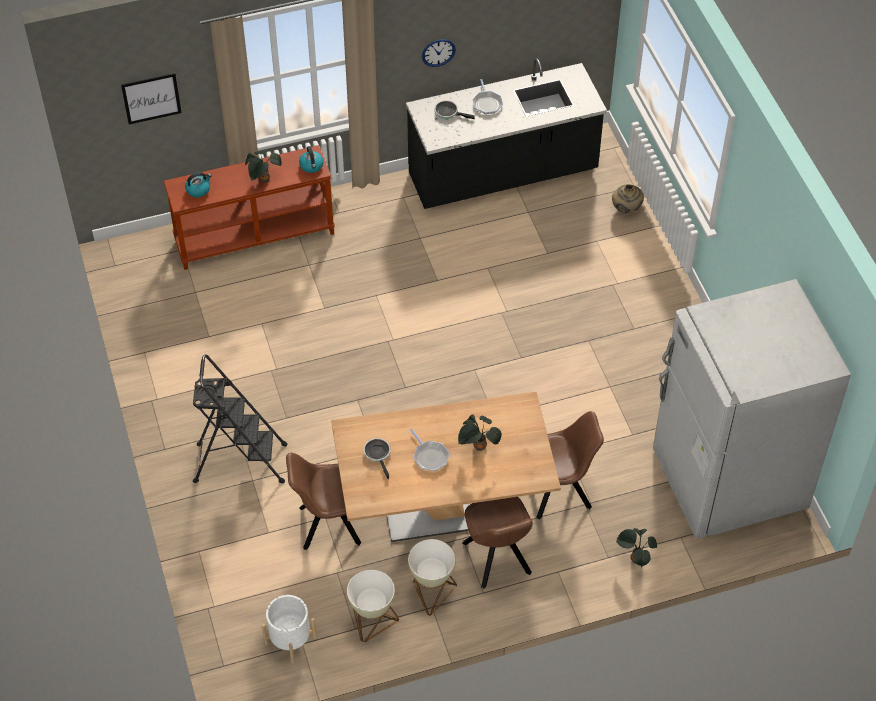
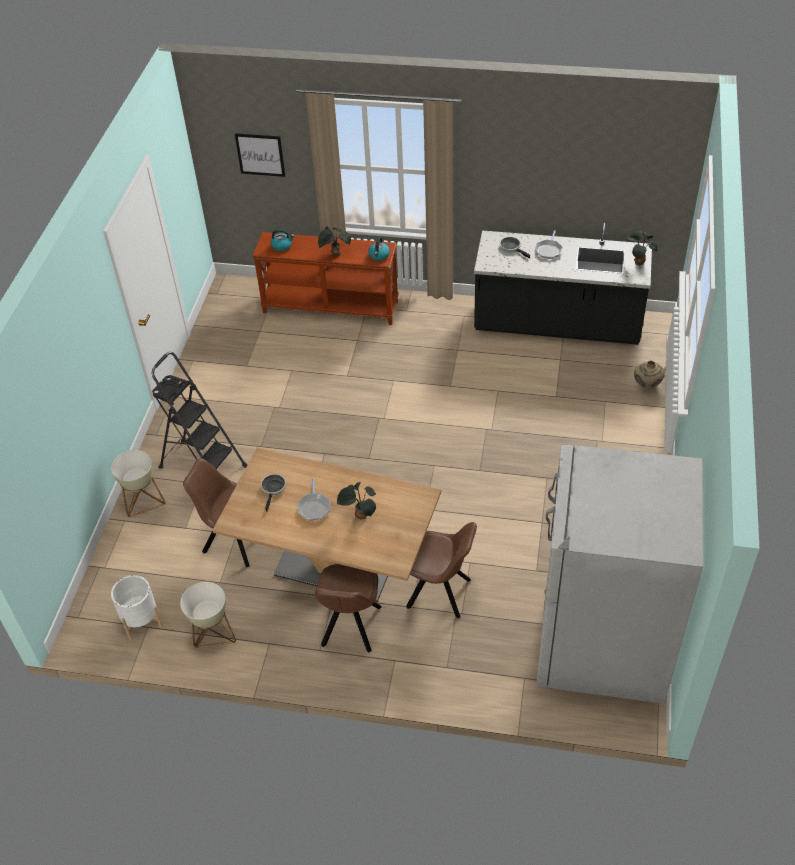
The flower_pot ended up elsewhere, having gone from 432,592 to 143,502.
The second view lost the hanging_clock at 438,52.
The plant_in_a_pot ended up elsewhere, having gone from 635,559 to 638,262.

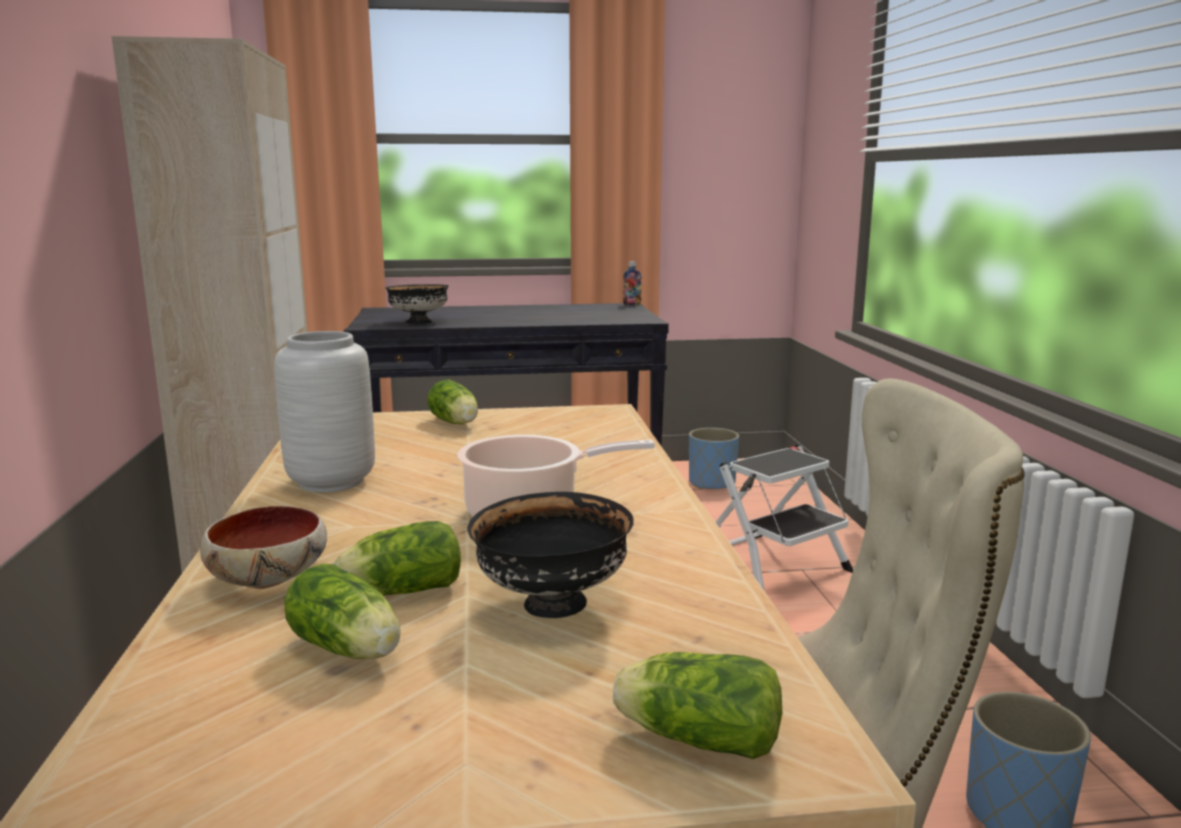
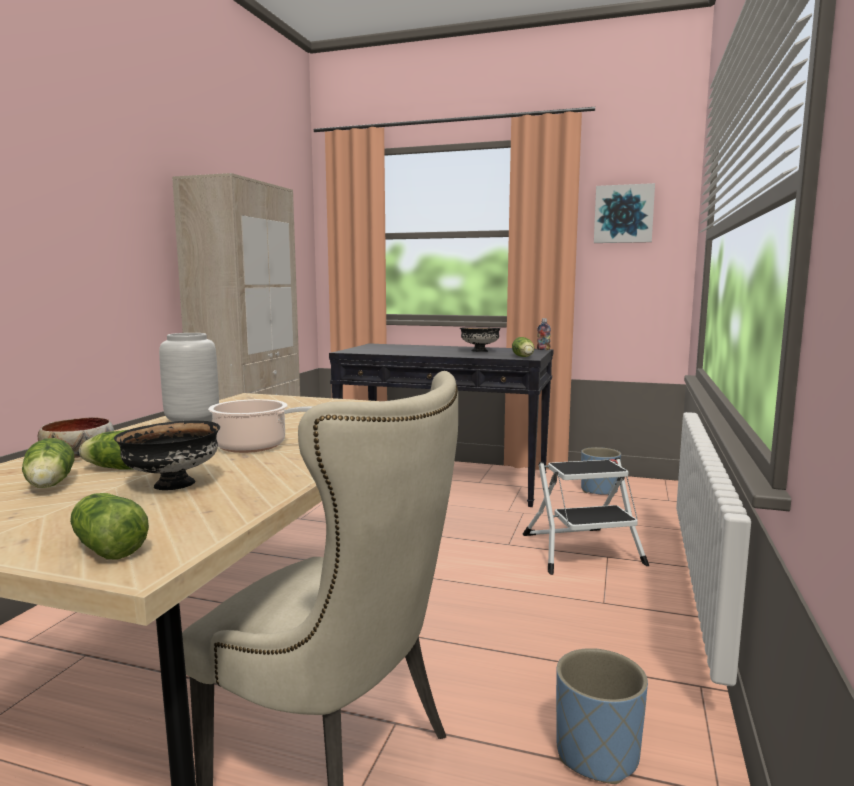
The blackish_deep_dish ended up elsewhere, having gone from 418,322 to 479,351.
The head_of_lettuce ended up elsewhere, having gone from 456,423 to 524,357.
The second view gained the wall_picture at 623,214.

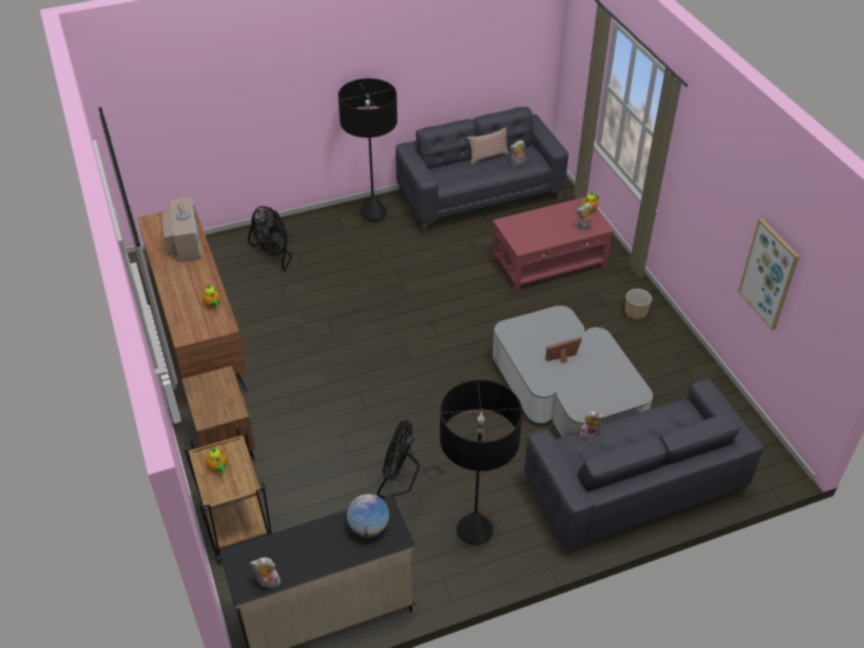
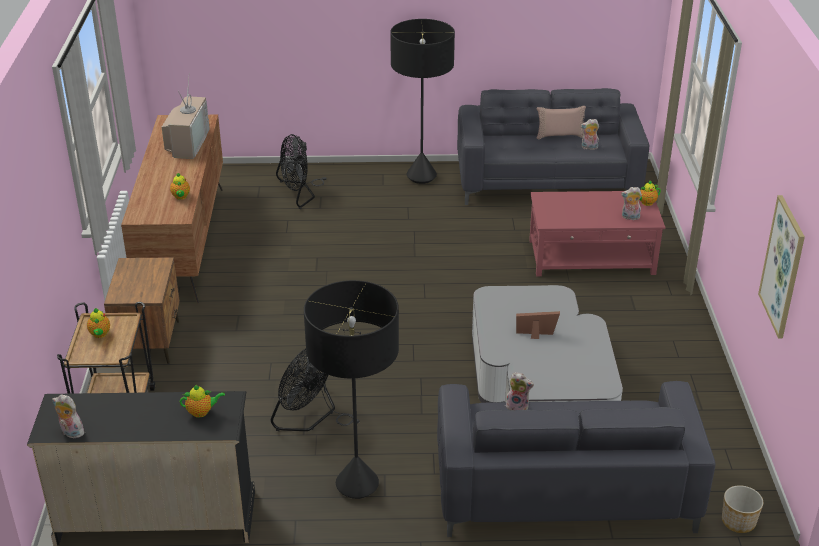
Where the globe stood at 368,528, the tea_pot came to stand at 202,412.
The flower_pot ended up elsewhere, having gone from 635,313 to 738,522.

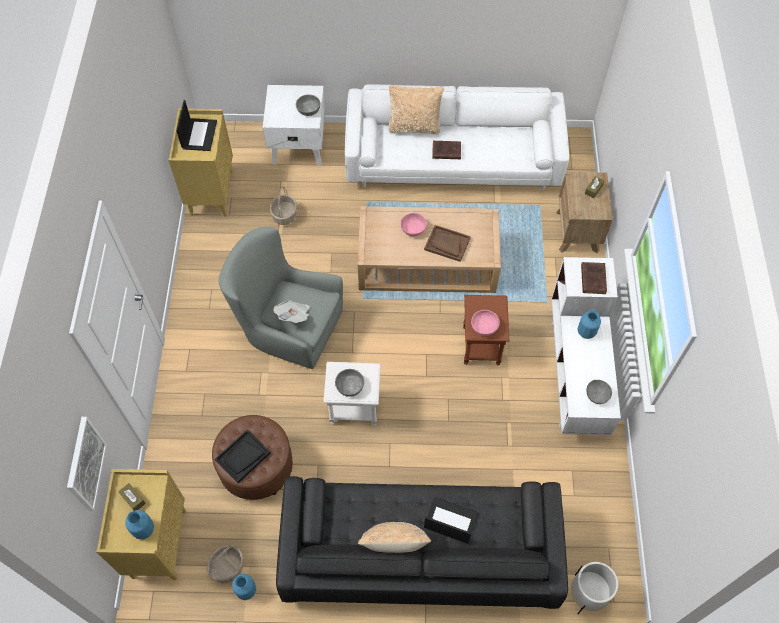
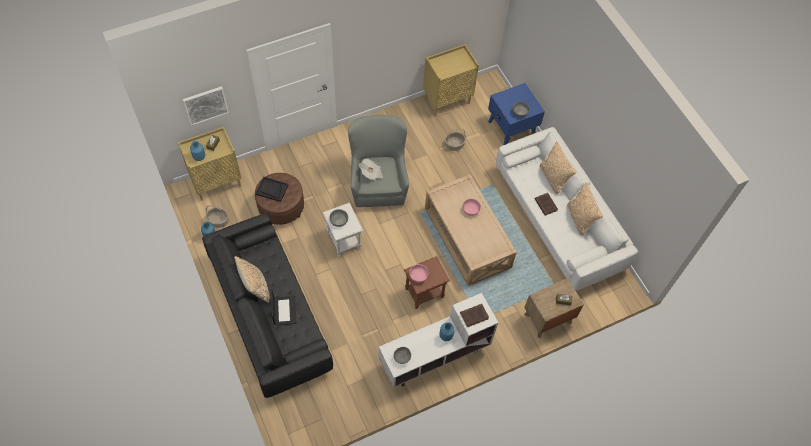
The second view lost the notebook_computer at 199,134.
What was the whitish_bedside_table at 299,145 turned into the bluish_bedside_table at 511,129.
The second view lost the brown_carrying_tray at 447,244.
The second view lost the whitish_flower_pot at 587,594.
The second view gained the sand-coloured_pillow at 579,219.

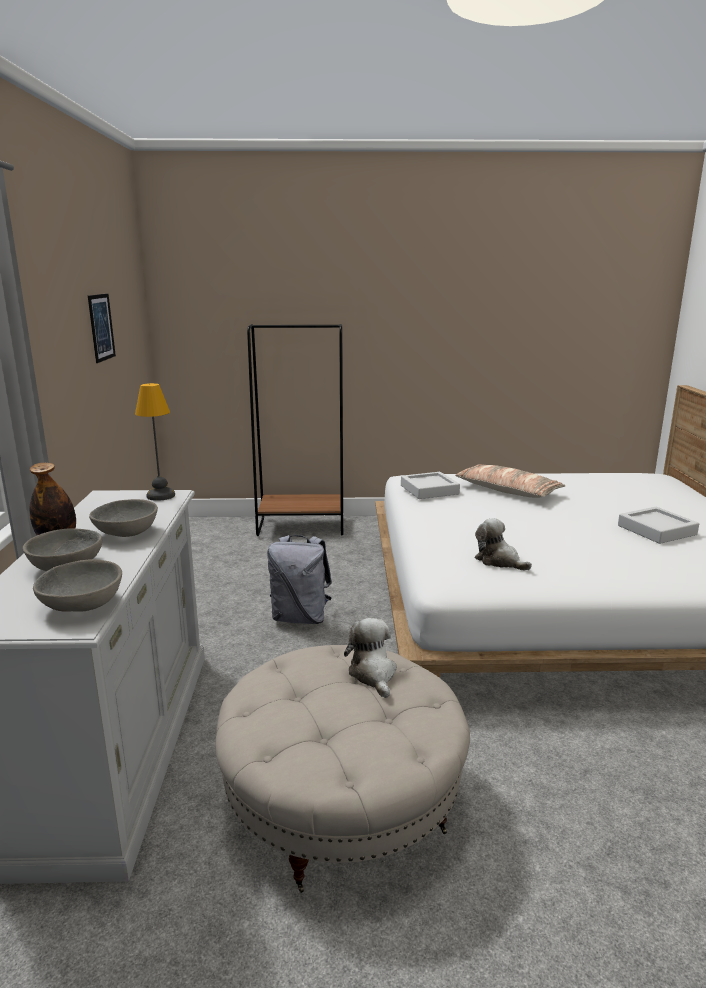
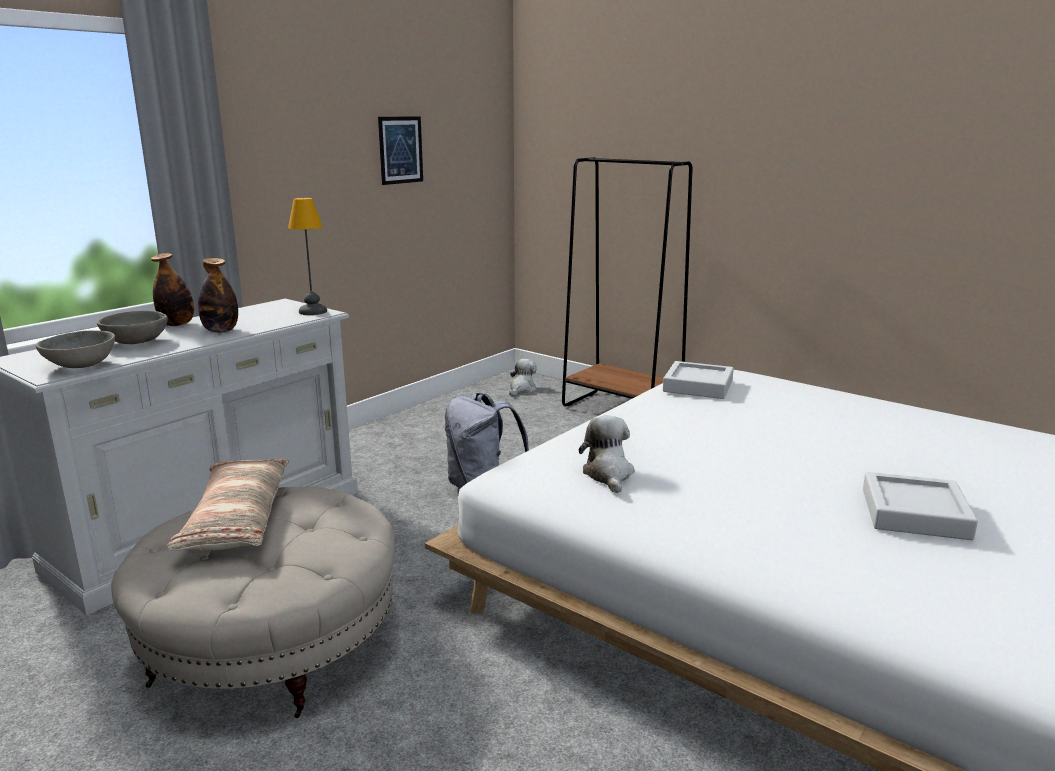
Where the gray_deep_dish stood at 125,533, the beverage_bottle came to stand at 220,331.
The soft_toy ended up elsewhere, having gone from 373,674 to 522,389.
The pillow ended up elsewhere, having gone from 507,491 to 237,519.

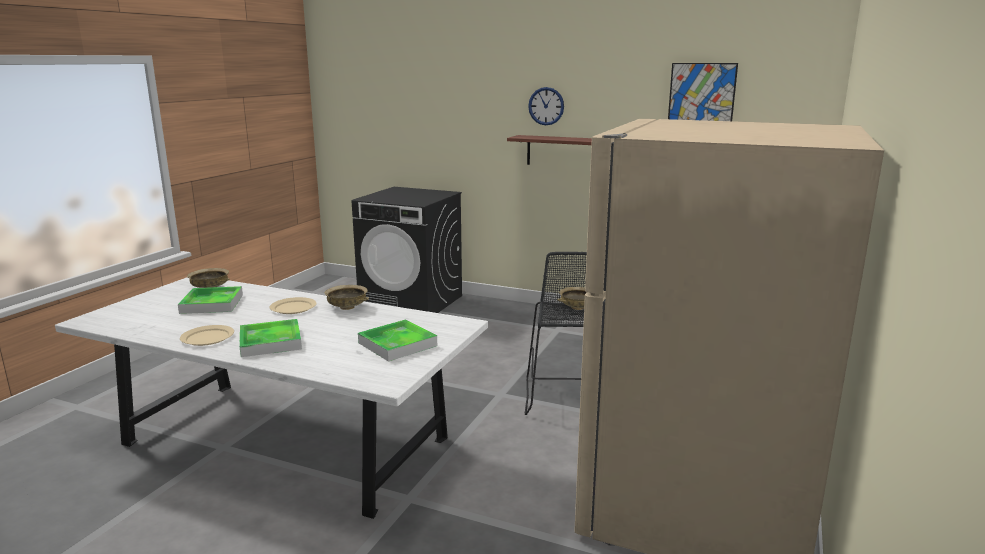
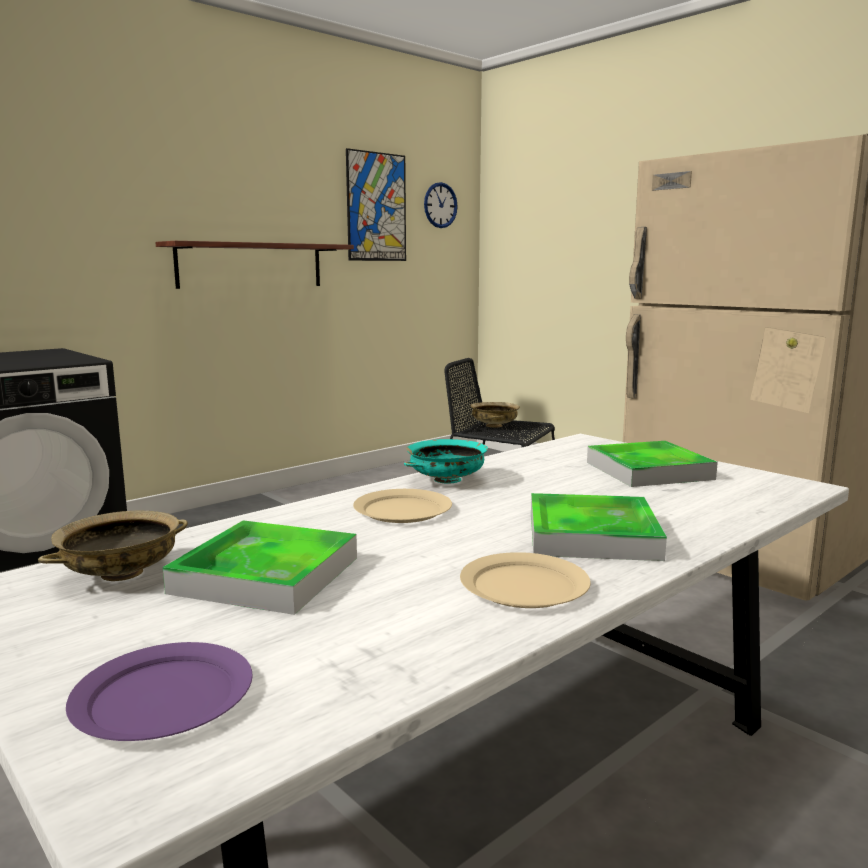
What was the sand-coloured_deep_dish at 346,307 turned into the turquoise-coloured_deep_dish at 446,480.
The hanging_clock ended up elsewhere, having gone from 546,106 to 440,205.
The second view gained the purple_plate at 162,697.

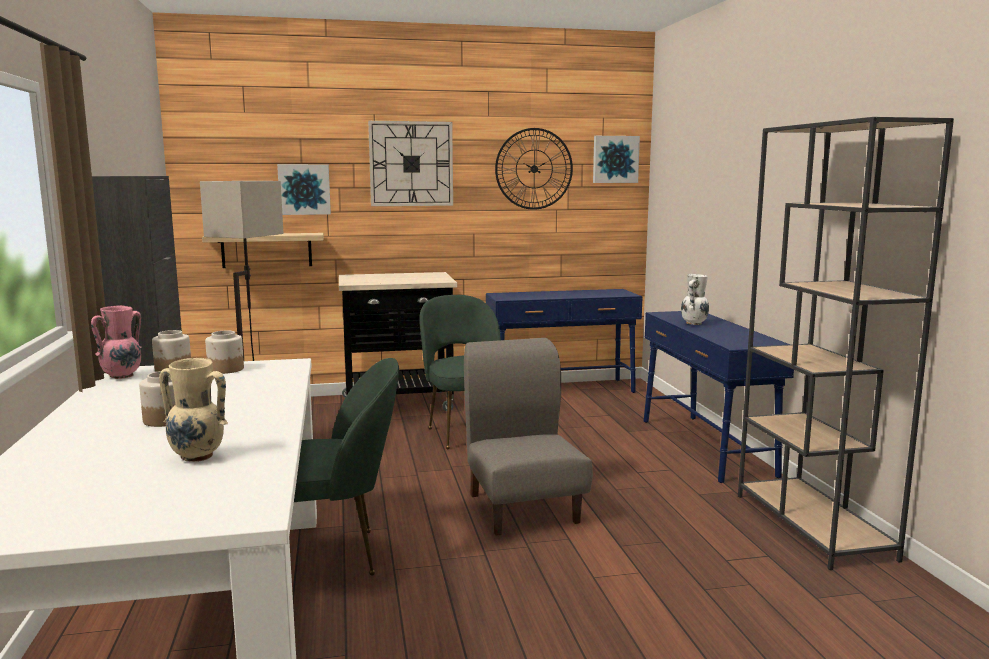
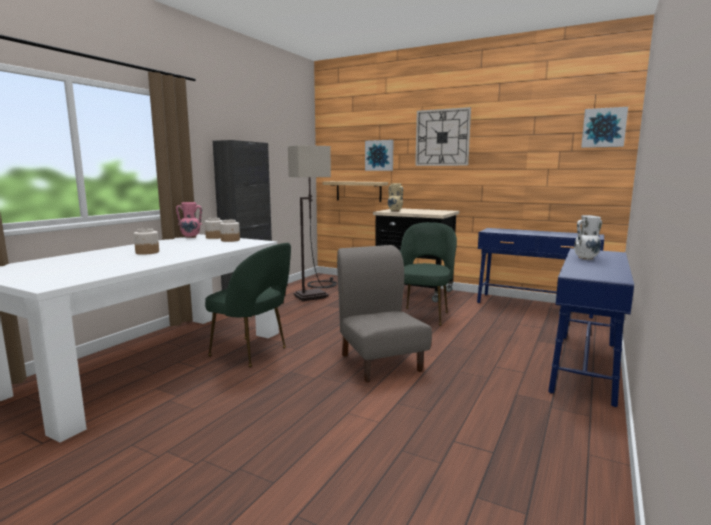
The sand-coloured_decorative_vase ended up elsewhere, having gone from 198,457 to 395,211.
The gray_upright_chair at 523,507 ended up facing another way, 45 degrees counterclockwise from before.
The second view lost the hanging_clock at 534,169.
The second view lost the shelving_unit at 813,526.

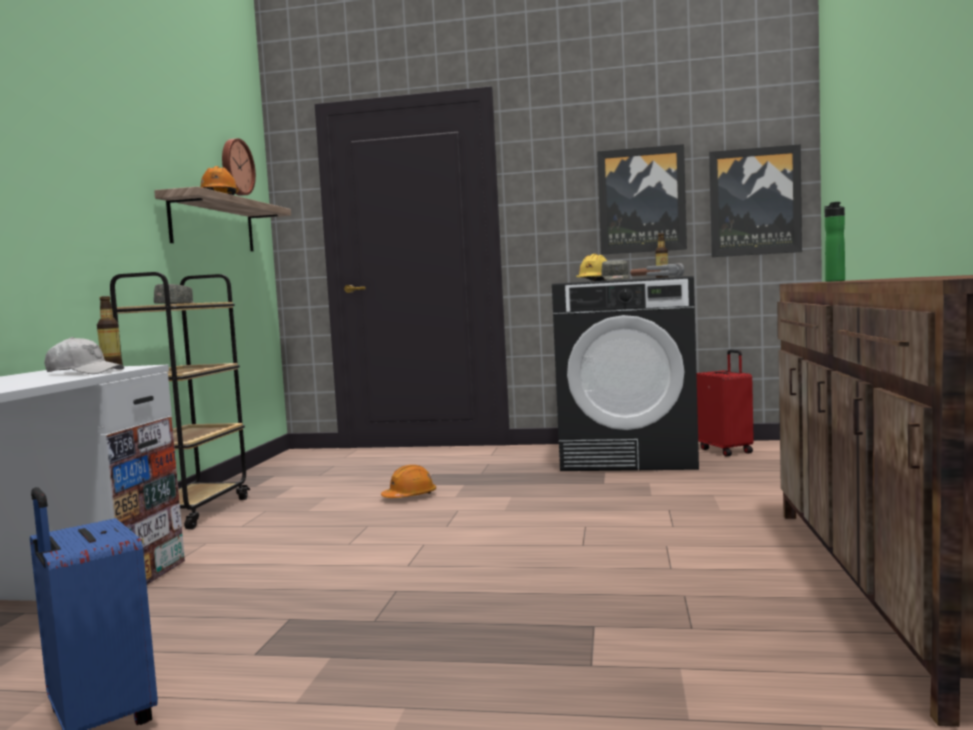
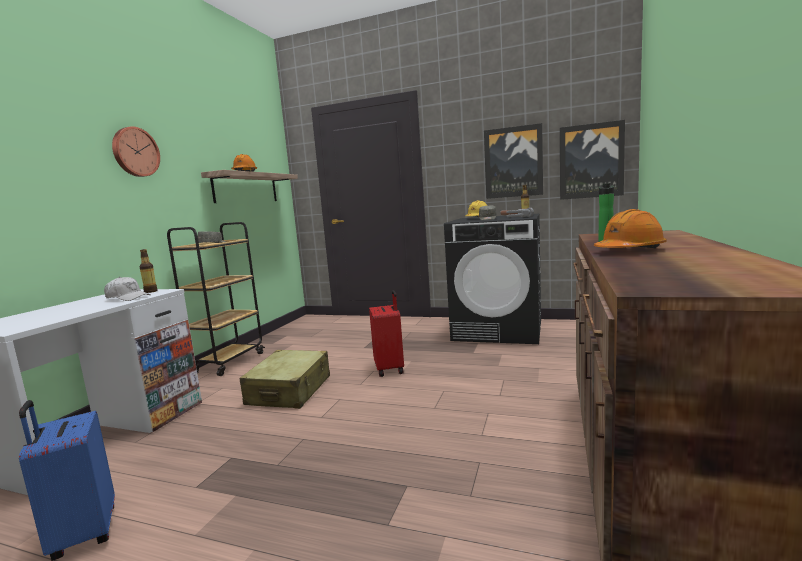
The hanging_clock ended up elsewhere, having gone from 236,167 to 135,152.
The orange-coloured_hard_hat ended up elsewhere, having gone from 410,496 to 629,250.
The red-coloured_suitcase ended up elsewhere, having gone from 726,451 to 390,369.
The second view gained the sand-coloured_suitcase at 290,391.

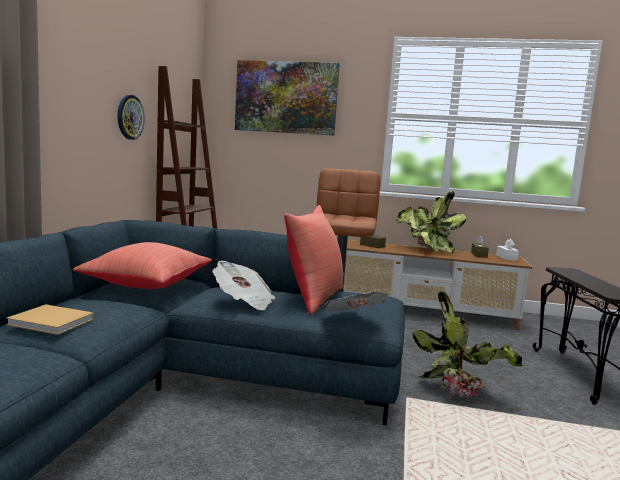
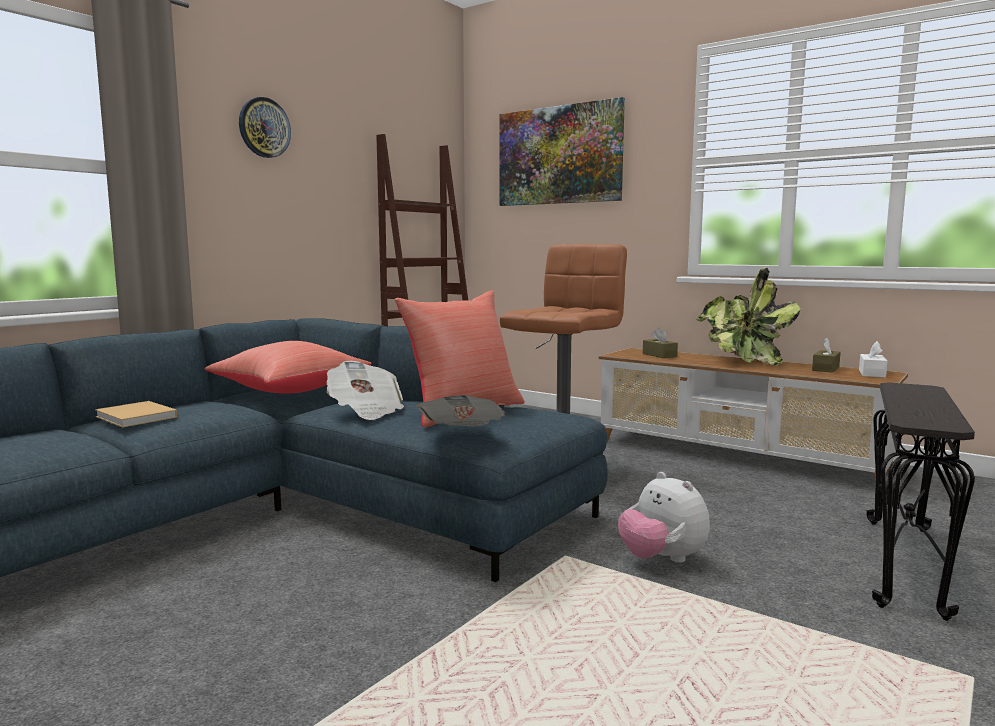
The hanging_clock ended up elsewhere, having gone from 130,117 to 264,128.
Where the plant_in_a_pot stood at 461,391, the soft_toy came to stand at 662,559.

